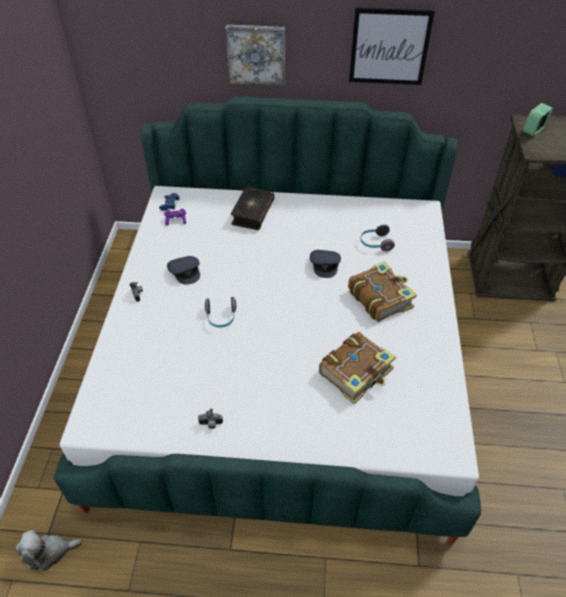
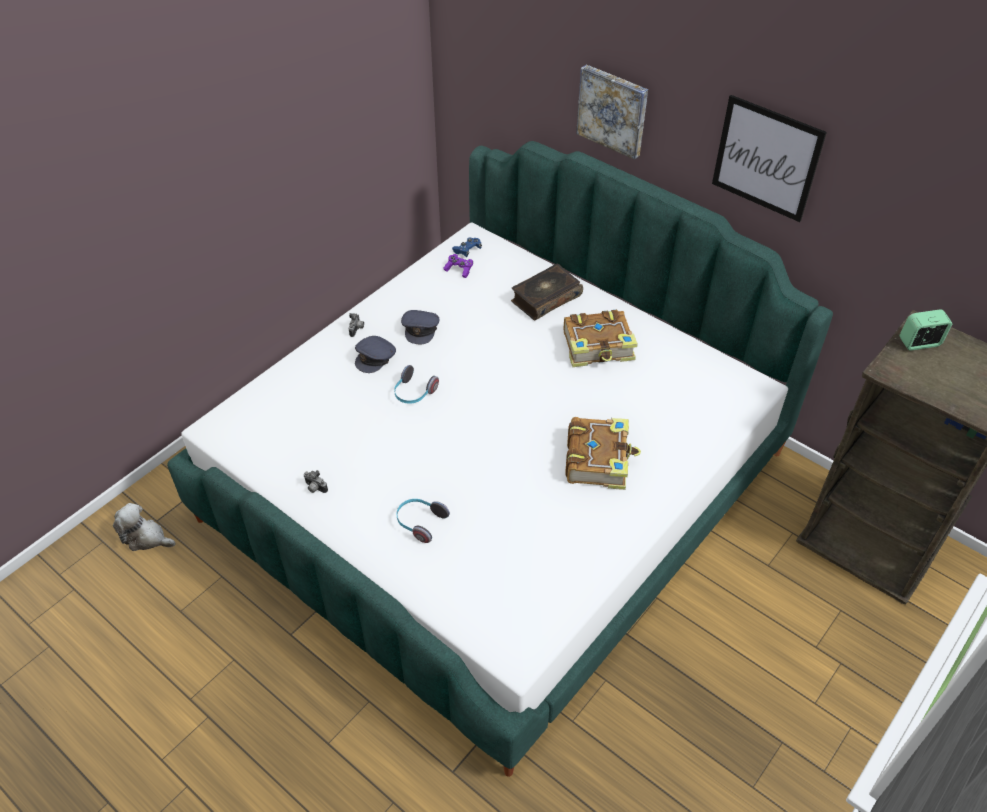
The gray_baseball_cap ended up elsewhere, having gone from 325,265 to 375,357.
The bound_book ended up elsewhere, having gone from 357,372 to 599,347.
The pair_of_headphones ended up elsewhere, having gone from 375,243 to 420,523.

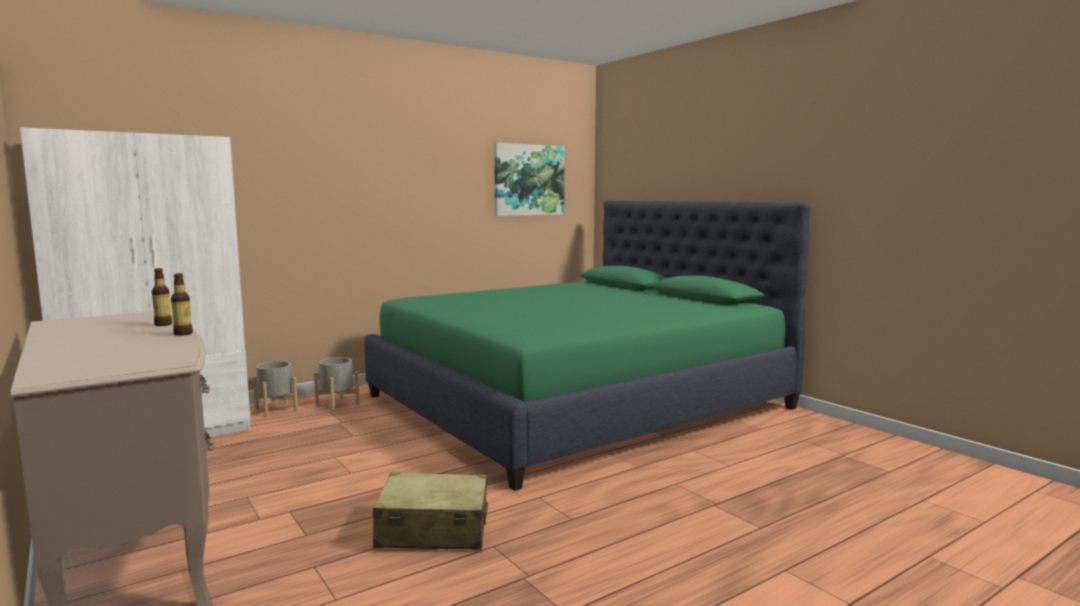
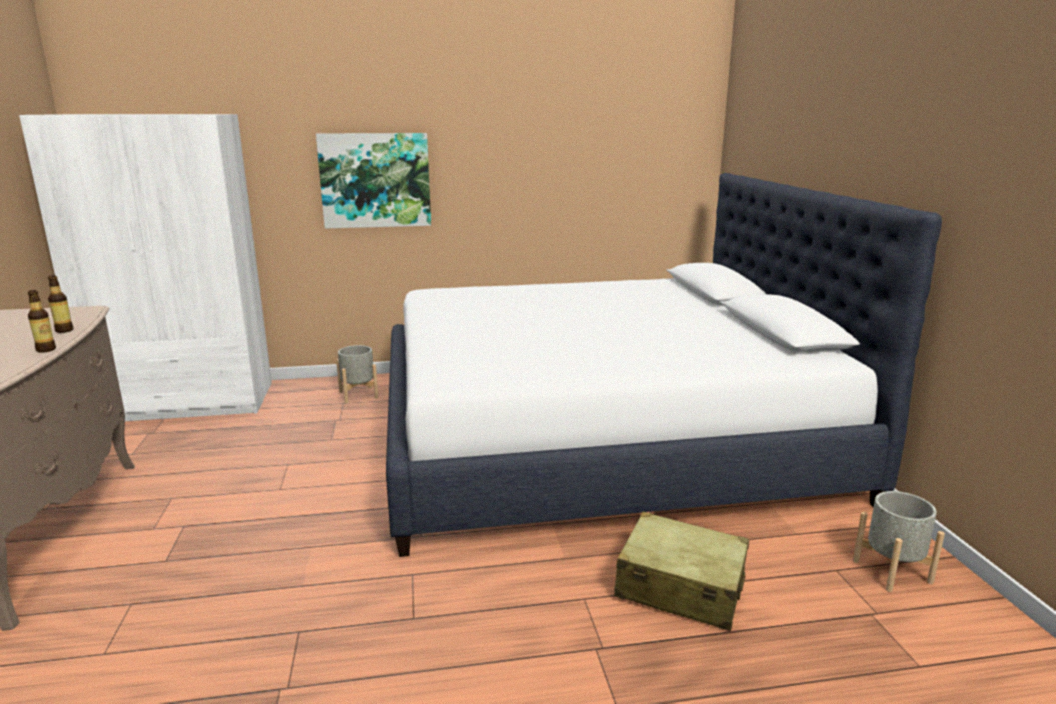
The gray_flower_pot ended up elsewhere, having gone from 276,410 to 891,571.
What was the green_bed at 577,401 turned into the whitish_bed at 600,437.
The sand-coloured_suitcase ended up elsewhere, having gone from 433,530 to 680,587.
The wall_picture ended up elsewhere, having gone from 529,180 to 375,180.

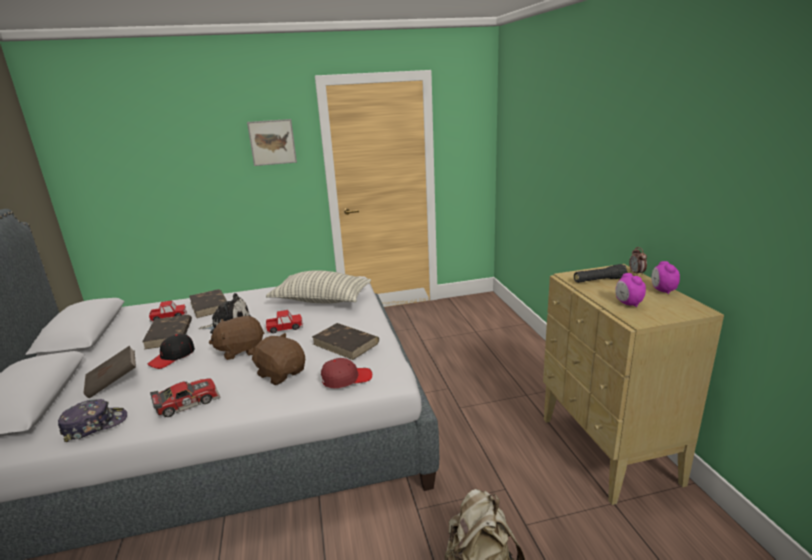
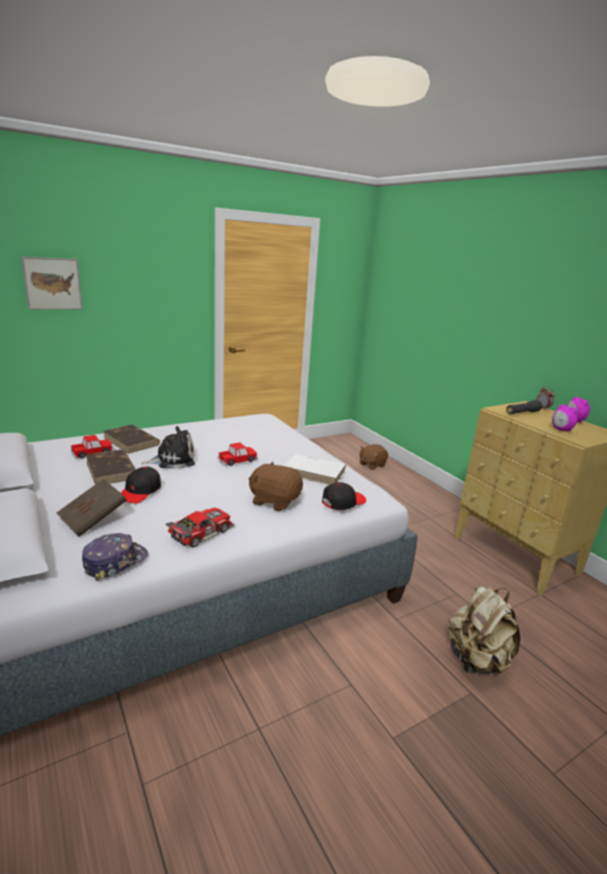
The brown_soft_toy ended up elsewhere, having gone from 241,350 to 371,465.
The wall_picture ended up elsewhere, having gone from 272,142 to 53,283.
The second view lost the pillow at 321,300.
What was the brown_bound_book at 346,343 turned into the whitish_bound_book at 315,472.
What was the red-coloured_baseball_cap at 346,378 turned into the blackish_baseball_cap at 343,502.

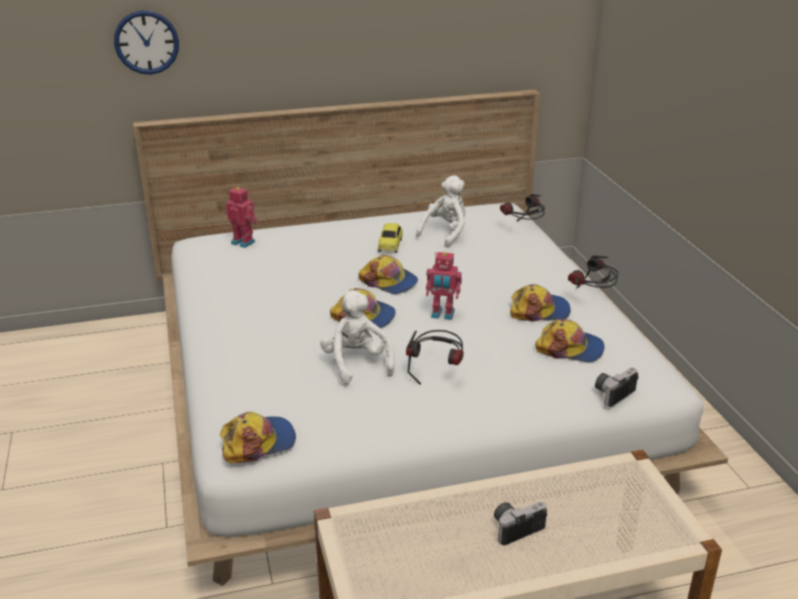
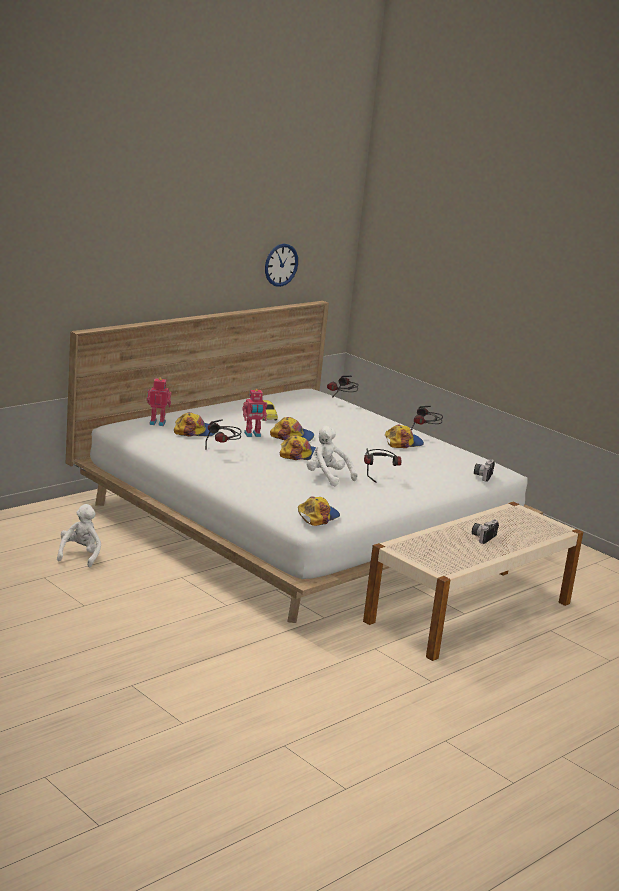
The hanging_clock ended up elsewhere, having gone from 146,42 to 281,265.
The whitish_soft_toy ended up elsewhere, having gone from 445,233 to 80,555.
The toy_robot ended up elsewhere, having gone from 442,315 to 252,435.
The baseball_cap ended up elsewhere, having gone from 570,348 to 195,431.
The second view gained the pair_of_headphones at 222,451.

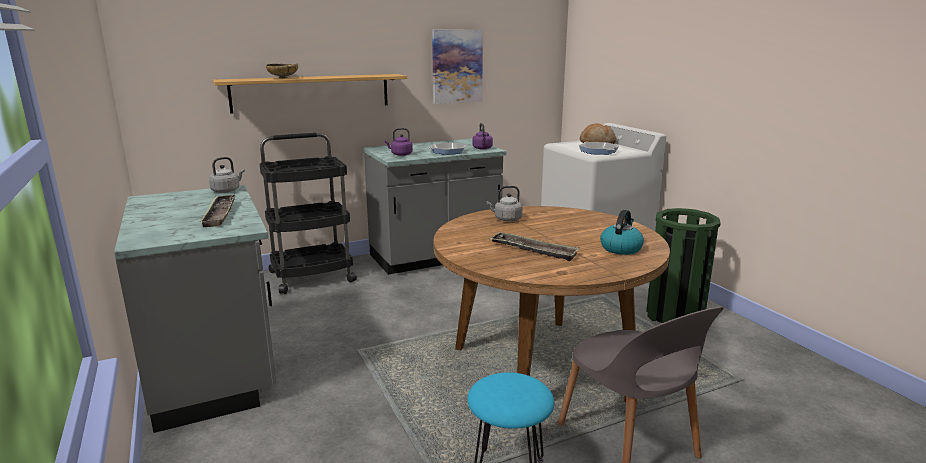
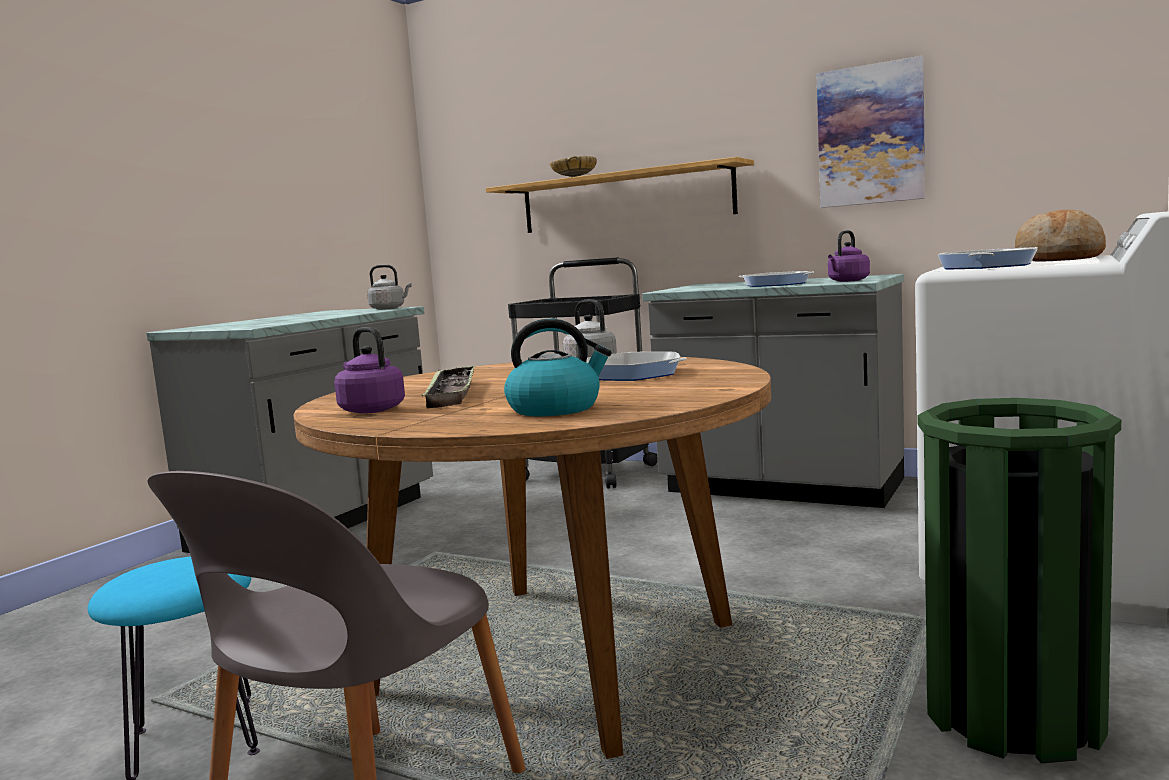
The second view lost the carrying_tray at 220,214.
The purple_kettle ended up elsewhere, having gone from 400,154 to 370,410.
The second view gained the frying_pan at 632,374.

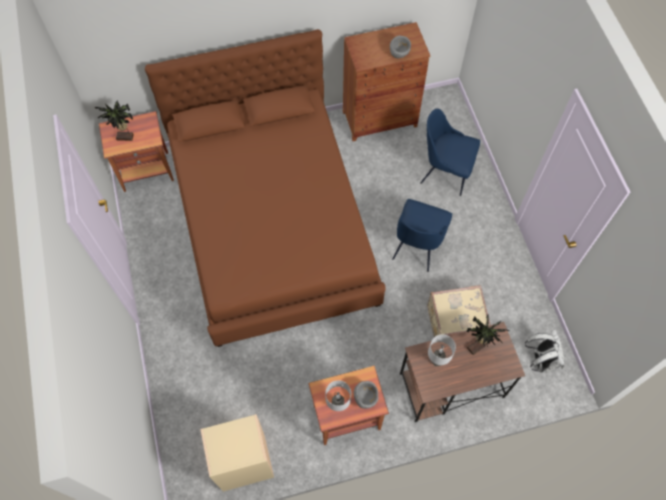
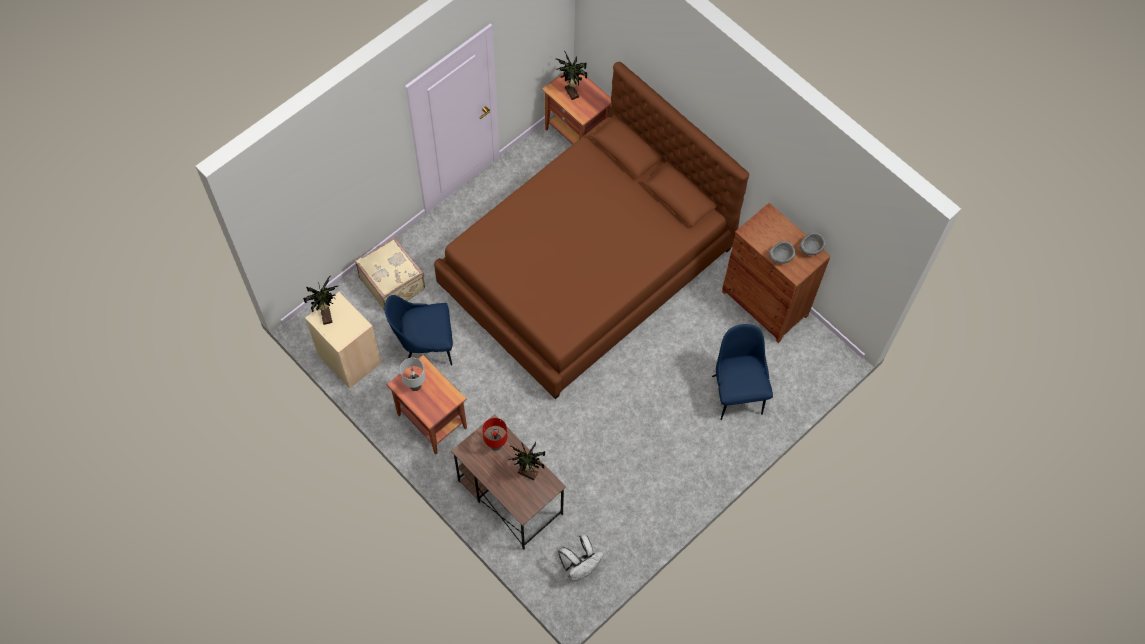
The gray_deep_dish ended up elsewhere, having gone from 366,398 to 810,250.
The bluish_upright_chair ended up elsewhere, having gone from 417,248 to 426,349.
The sand-coloured_suitcase ended up elsewhere, having gone from 454,322 to 393,283.
What was the whitish_tabletop_lamp at 437,361 turned into the red-coloured_tabletop_lamp at 495,446.
The second view gained the plant_in_a_pot at 327,315.

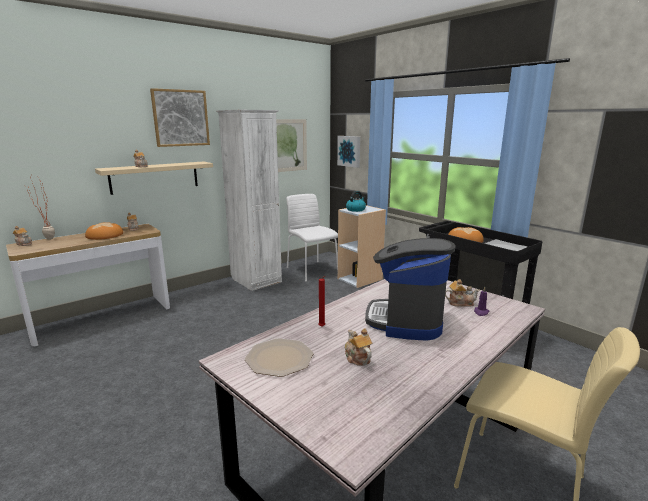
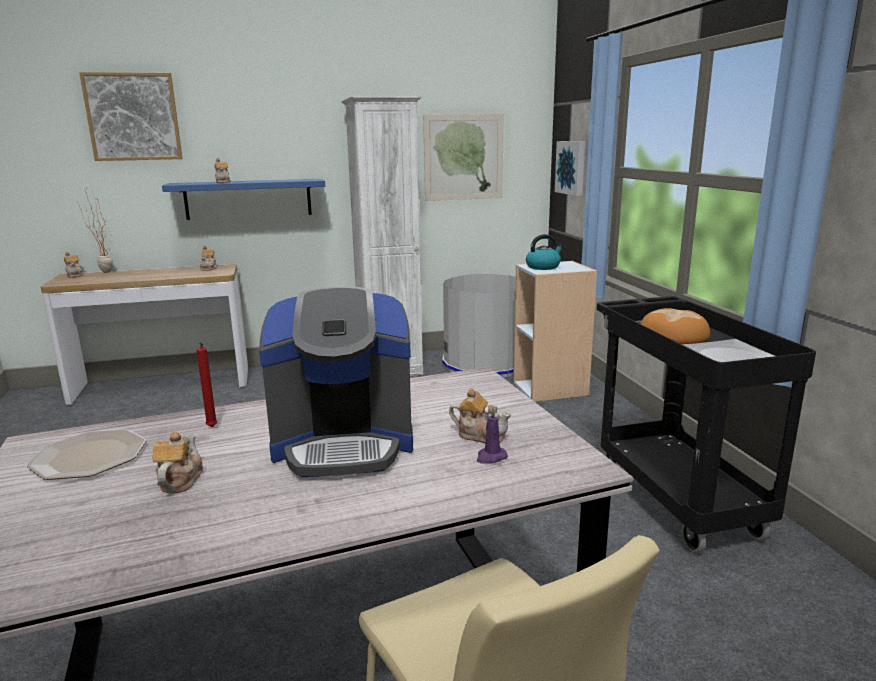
The second view lost the bakery_bread at 104,235.
What was the sand-coloured_wall_shelf at 155,177 turned into the bluish_wall_shelf at 248,199.
The wall_picture ended up elsewhere, having gone from 180,118 to 133,117.
Where the whitish_upright_chair stood at 311,270, the gray_trash_can came to stand at 484,364.
The coffee_machine at 406,320 ended up facing another way, 135 degrees counterclockwise from before.

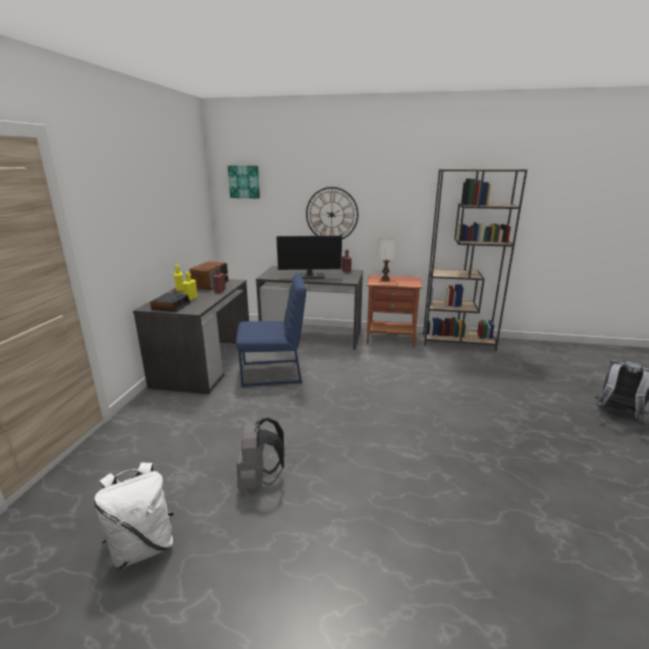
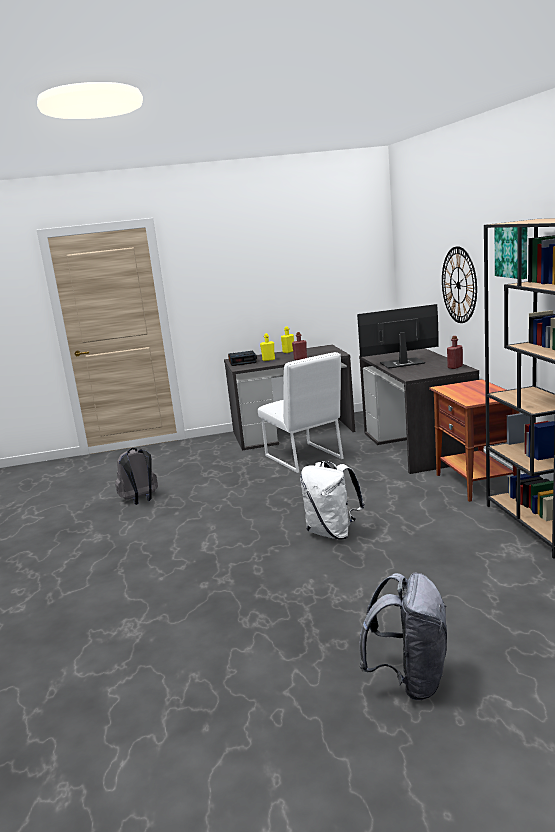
The whitish_knapsack ended up elsewhere, having gone from 143,546 to 333,533.
The second view lost the radio_set at 211,284.
The wall_picture ended up elsewhere, having gone from 244,182 to 513,250.
What was the bluish_upright_chair at 273,373 turned into the whitish_upright_chair at 304,458.
The computer_display at 310,276 ended up facing another way, 105 degrees clockwise from before.
The second view lost the whitish_tabletop_lamp at 385,280.

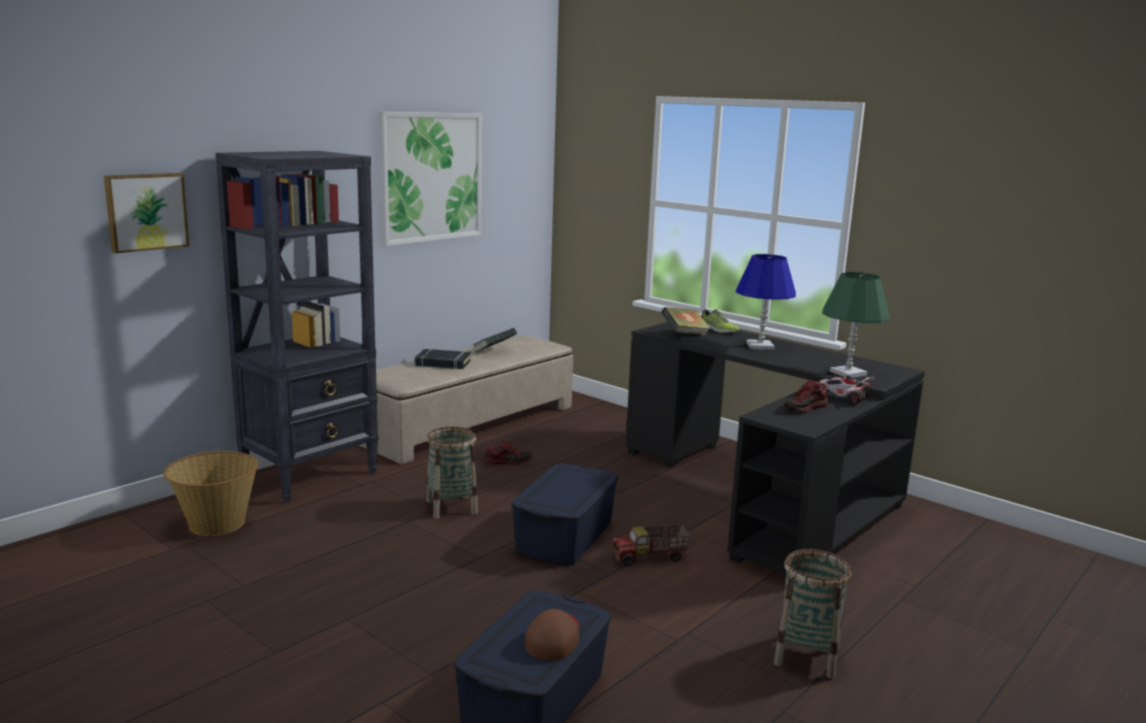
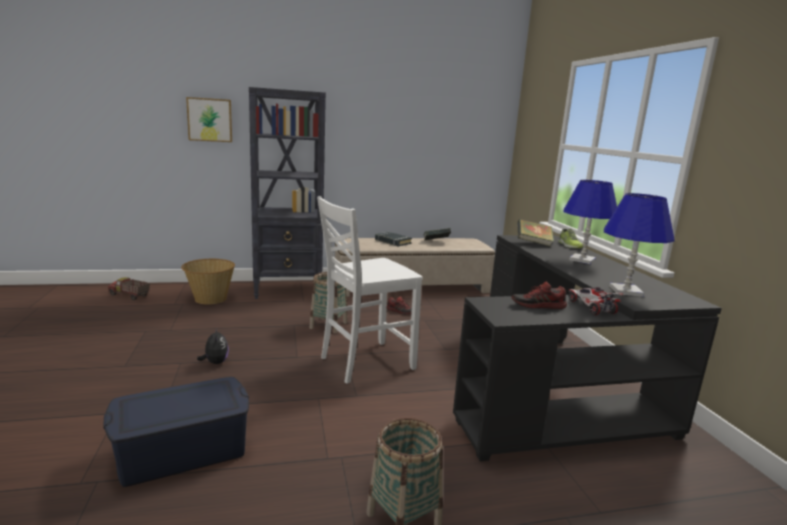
The second view lost the wall_picture at 431,177.
Where the bluish_storage_bin stood at 564,536, the whitish_upright_chair came to stand at 364,362.
The second view lost the brown_baseball_cap at 554,638.
The toy_truck ended up elsewhere, having gone from 649,557 to 129,296.
What was the green_tabletop_lamp at 848,373 turned into the bluish_tabletop_lamp at 626,291.
The second view gained the soft_toy at 215,362.

